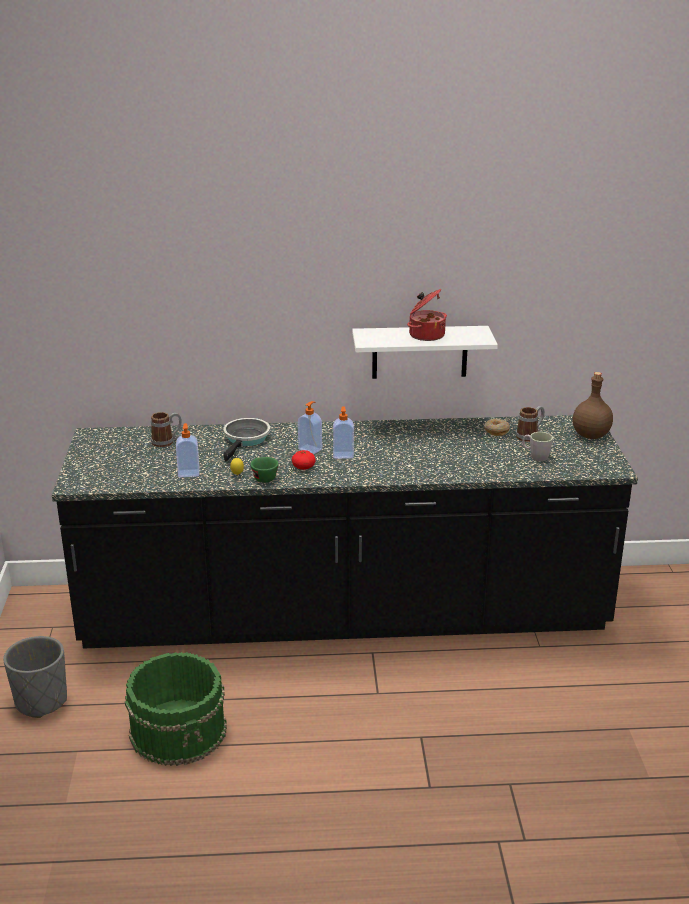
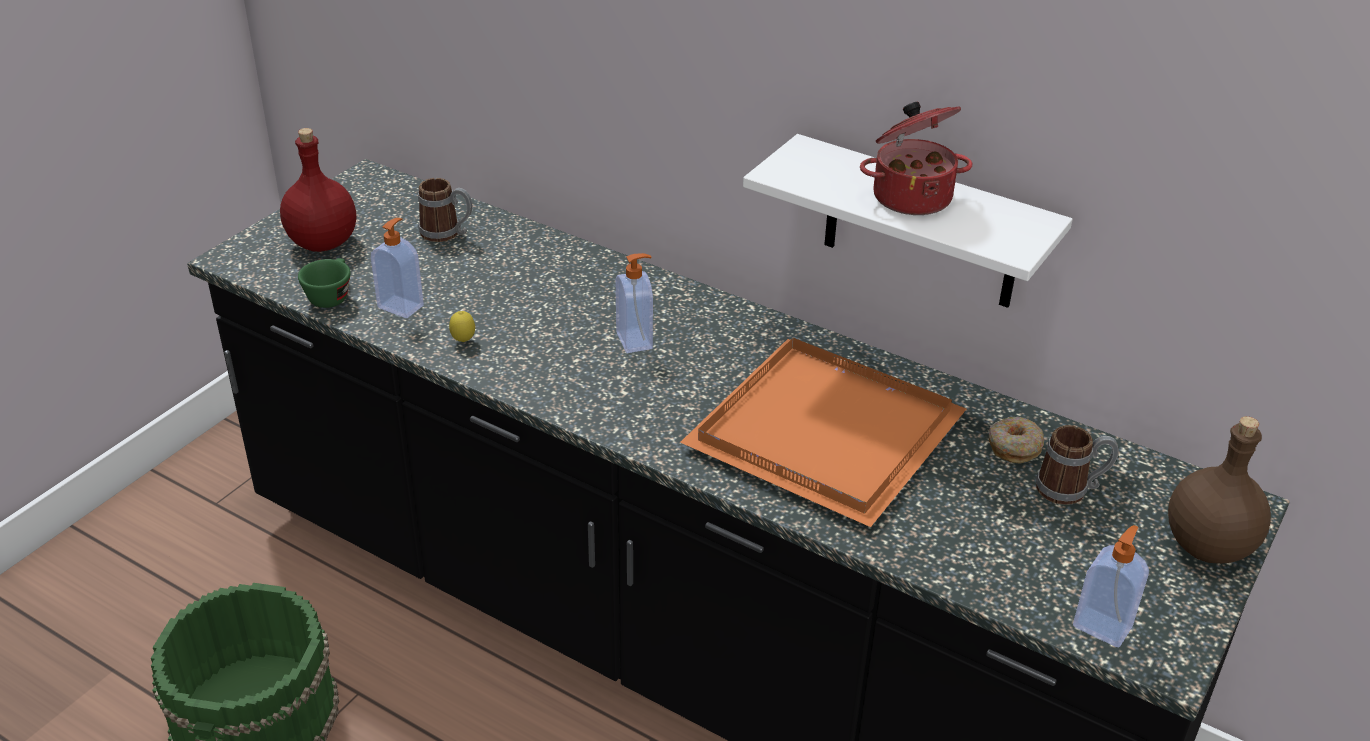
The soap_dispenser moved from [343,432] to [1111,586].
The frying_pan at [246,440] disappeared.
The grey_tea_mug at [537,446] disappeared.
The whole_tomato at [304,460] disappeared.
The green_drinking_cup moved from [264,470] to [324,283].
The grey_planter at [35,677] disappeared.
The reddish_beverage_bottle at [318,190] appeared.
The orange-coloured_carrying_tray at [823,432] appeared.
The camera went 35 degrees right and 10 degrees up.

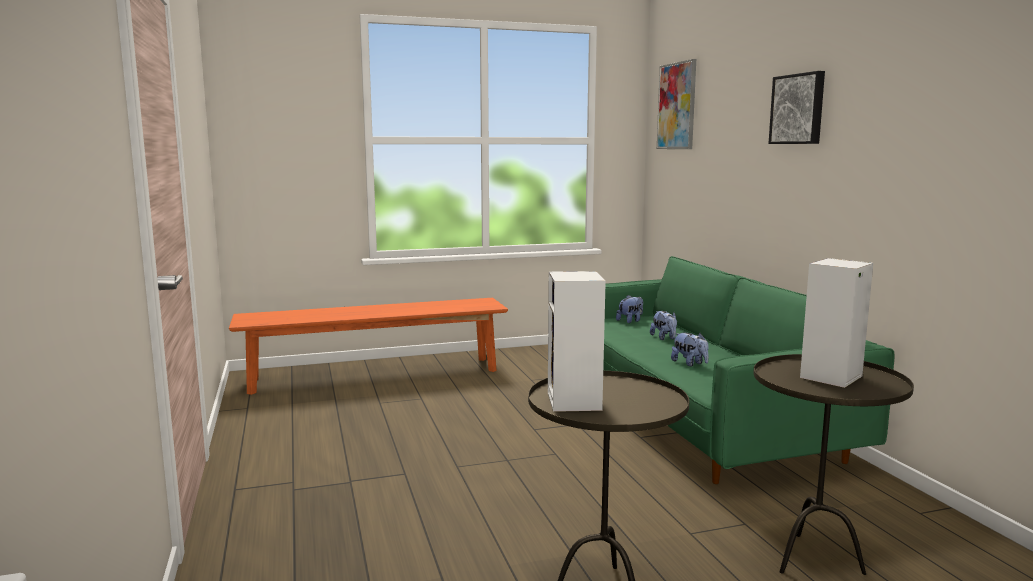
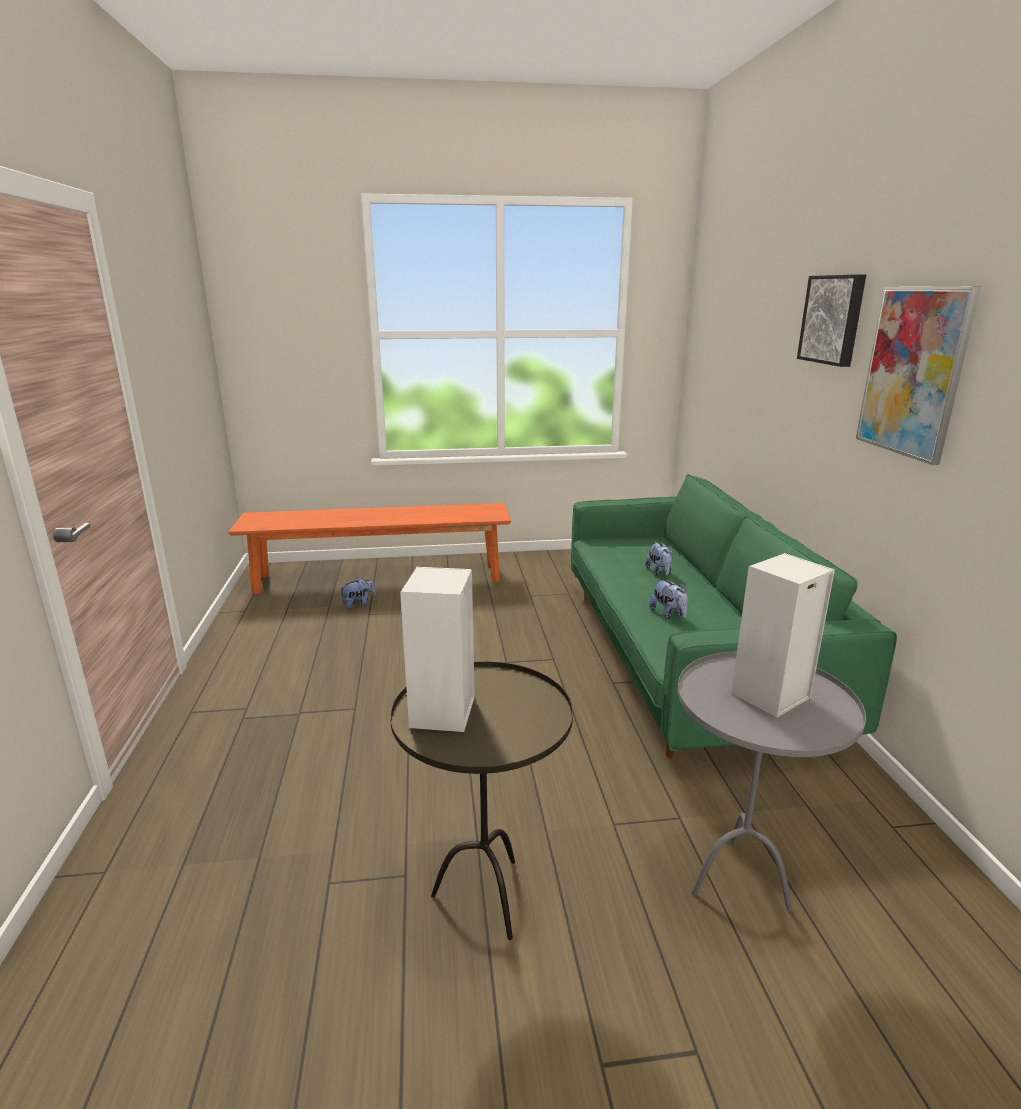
The wall_picture moved from [676,104] to [918,375].
The plush_toy moved from [629,309] to [358,593].
The brownish_side_table at [833,464] became the grey_side_table at [771,781].
The camera went 10 degrees right and 10 degrees up.

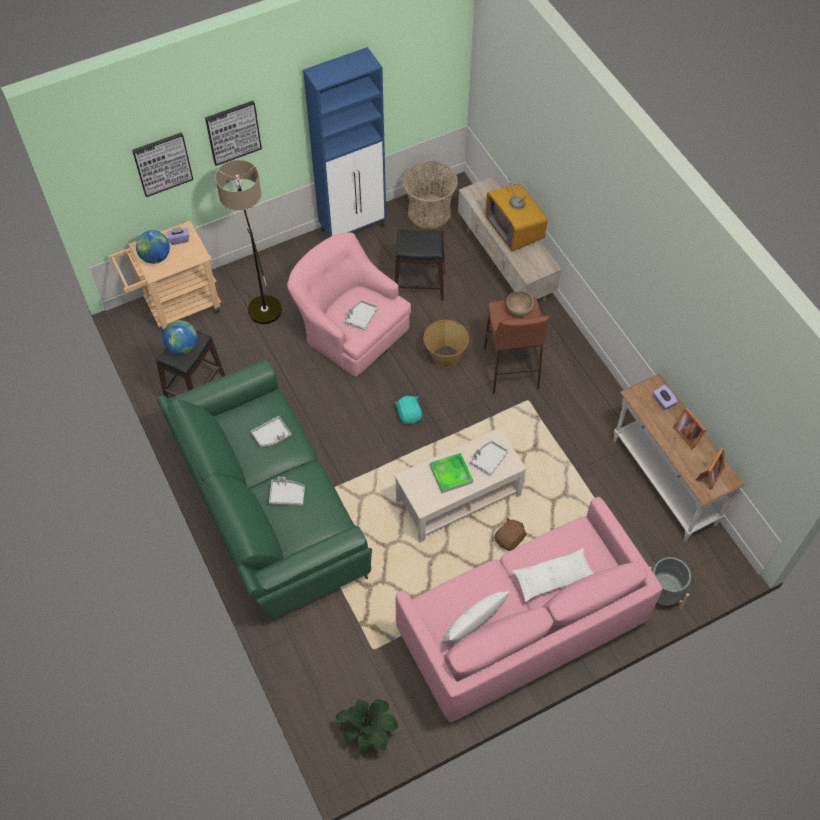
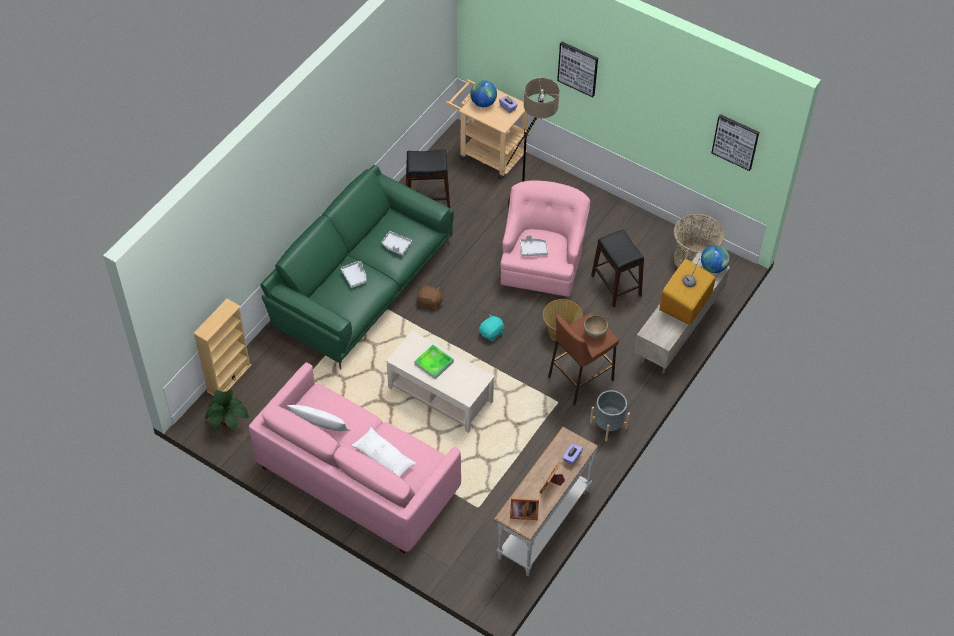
The blue-coloured_cupboard at [344,142] disappeared.
The wall_picture moved from [162,164] to [735,142].
The world_globe moved from [179,337] to [715,259].
The grey_carrying_tray at [489,458] disappeared.
The brownish_plush_toy moved from [510,534] to [430,298].
The grey_planter moved from [670,583] to [610,415].
The sand-coloured_shelving_unit at [222,347] appeared.
The camera went 60 degrees right and 5 degrees down.

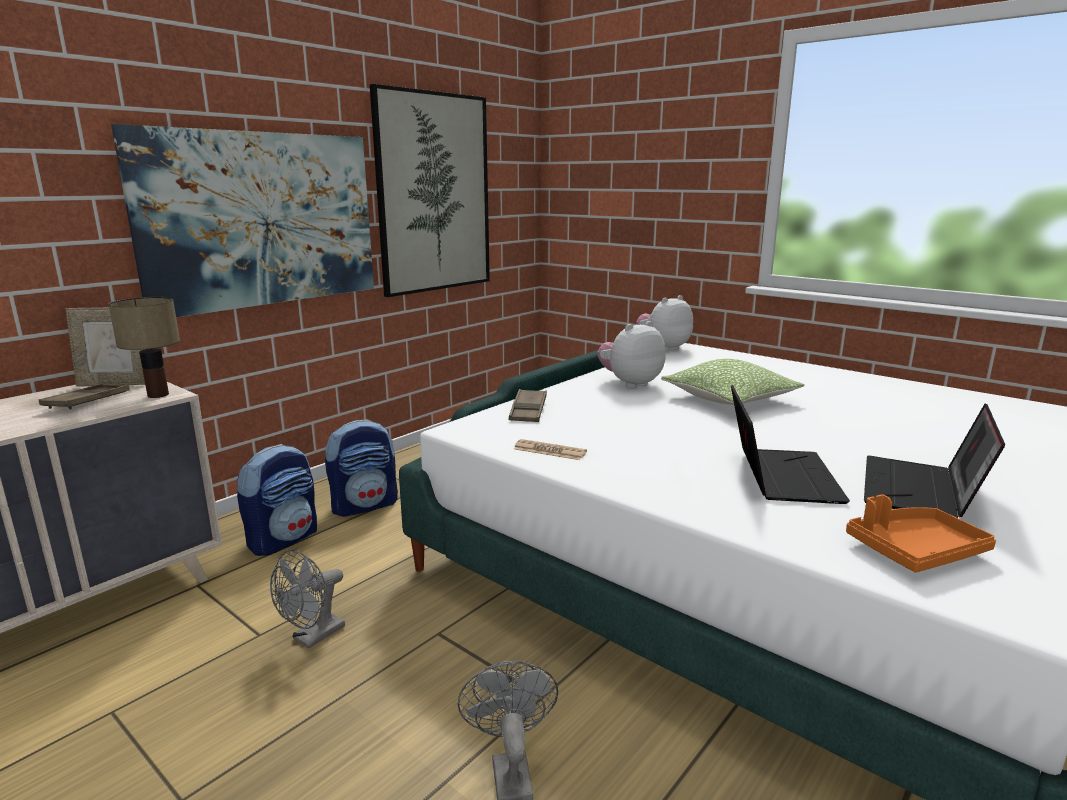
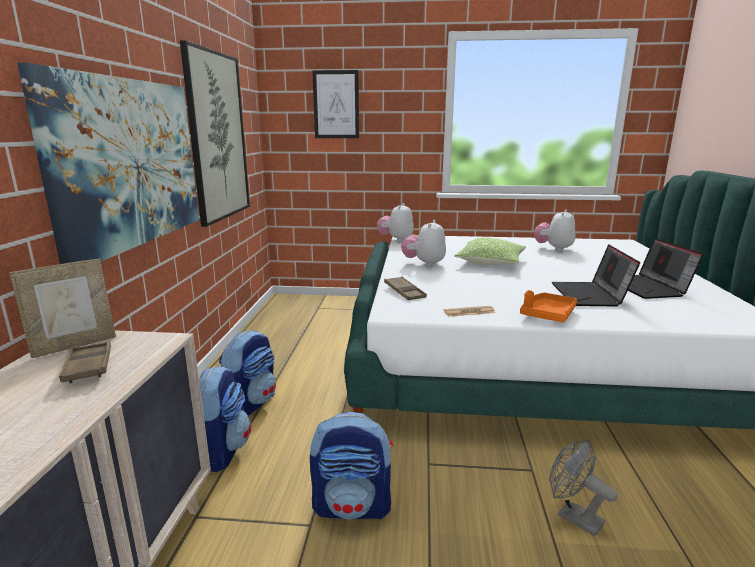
The table_lamp at [144,347] disappeared.
The laptop at [790,444] turned 150 degrees counterclockwise.
The orange-coloured_carrying_tray moved from [921,533] to [548,306].
The grey_electric_fan at [307,599] was replaced by the knapsack at [351,465].
The wall_picture at [335,104] appeared.
The plush_toy at [555,230] appeared.
The camera went 35 degrees left and 0 degrees up.

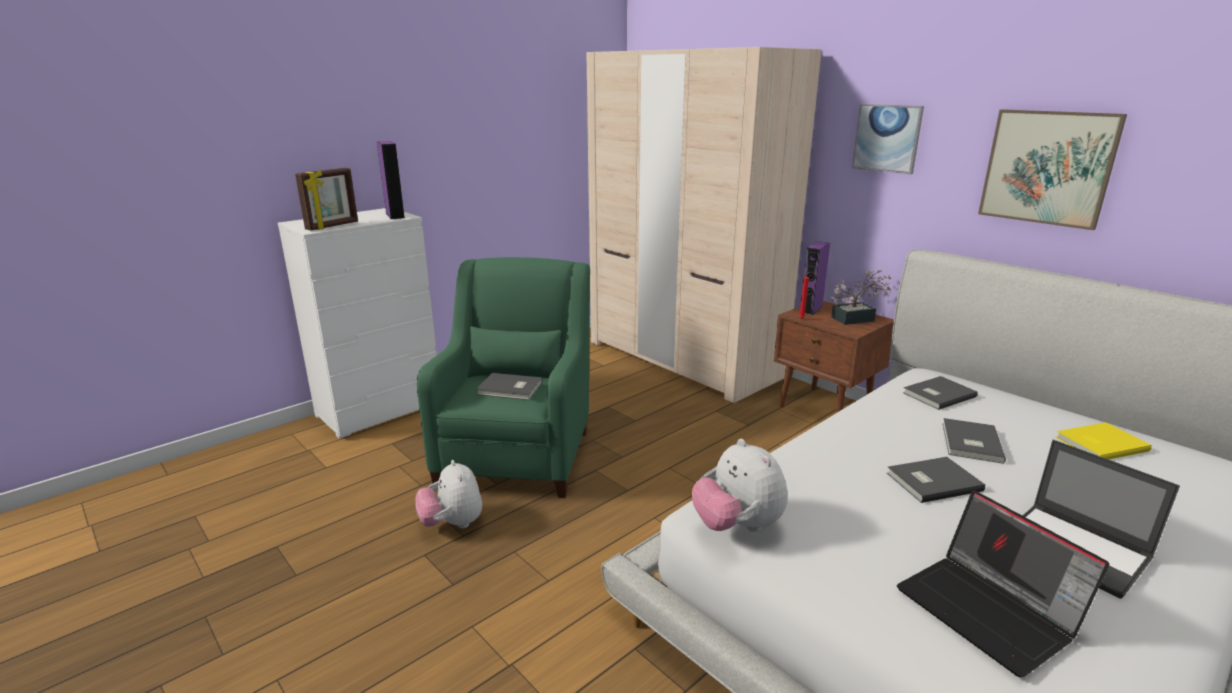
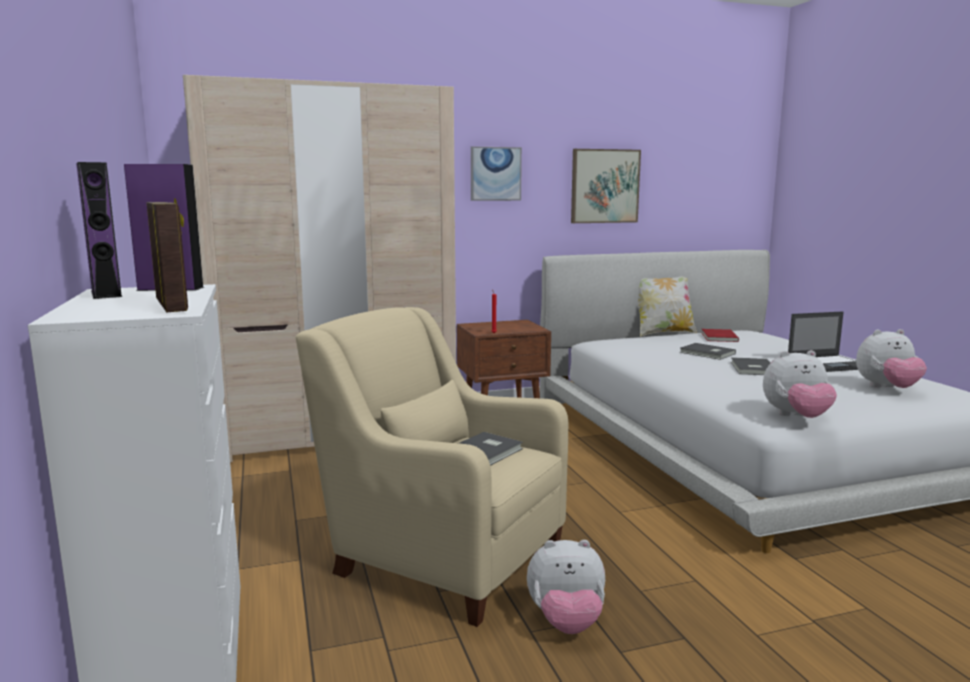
The purplish_speaker moved from [817,278] to [99,230].
The green_easy_chair at [503,377] became the sand-coloured_easy_chair at [432,467].
The plant_in_a_pot at [861,297] disappeared.
The grey_volume at [940,393] disappeared.
The yellow_volume at [1103,441] became the reddish_volume at [720,335].
The laptop at [1003,583] was replaced by the plush_toy at [891,358].
The pillow at [667,306] appeared.
The camera went 65 degrees left and 10 degrees down.

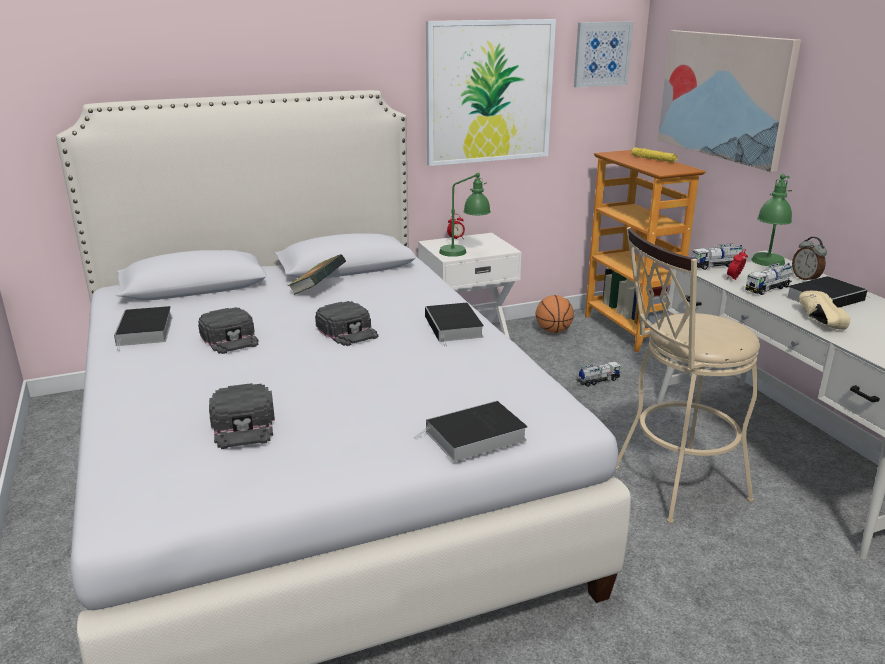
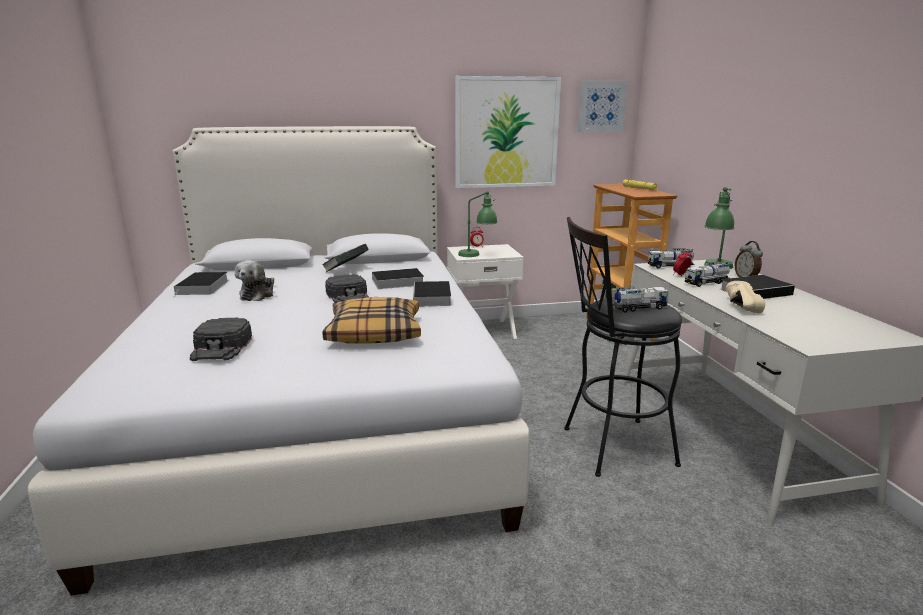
The wall_picture at [729,101] disappeared.
The sand-coloured_stool at [688,375] became the black-coloured_stool at [623,347].
The ball_for_basketball at [554,314] disappeared.
The black-coloured_baseball_cap at [228,330] was replaced by the plush_toy at [254,280].
The toy_truck moved from [599,374] to [640,299].
The volume moved from [471,431] to [396,278].
The pillow at [371,320] appeared.
The camera went 10 degrees right and 5 degrees down.

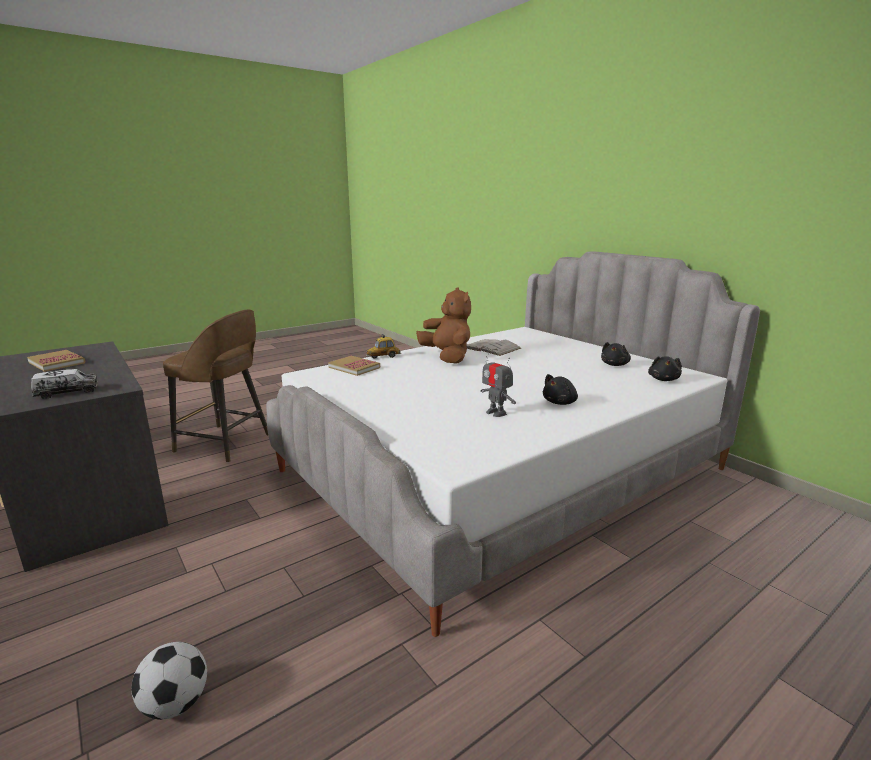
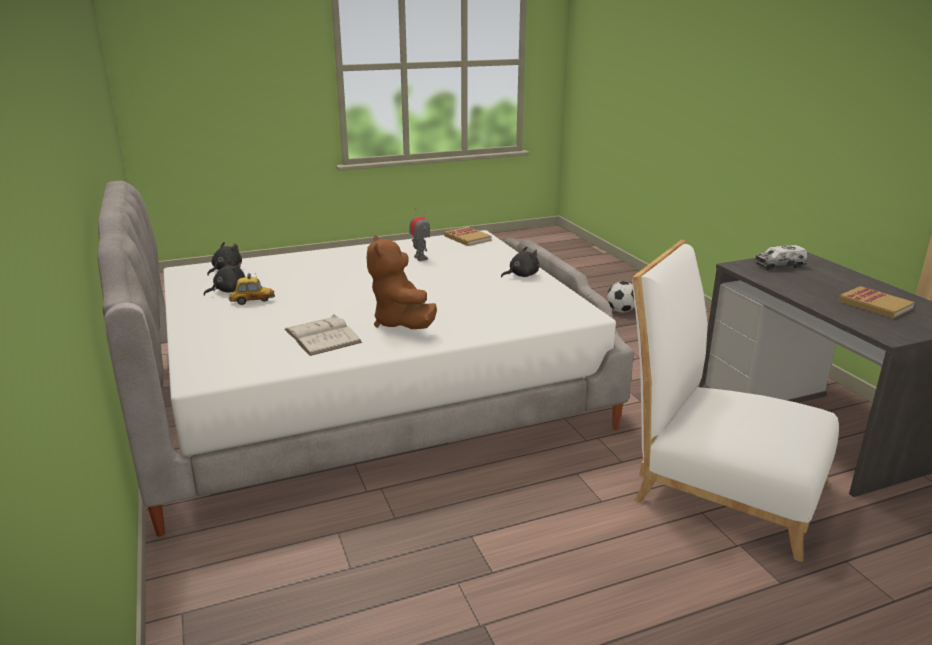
The brownish_stool at [215,386] was replaced by the white_plain_chair at [735,401].
The miniature_car moved from [383,346] to [252,289].
The volume moved from [354,366] to [468,236].
The black-coloured_plush_toy moved from [560,389] to [520,262].
The camera went 165 degrees left and 5 degrees up.

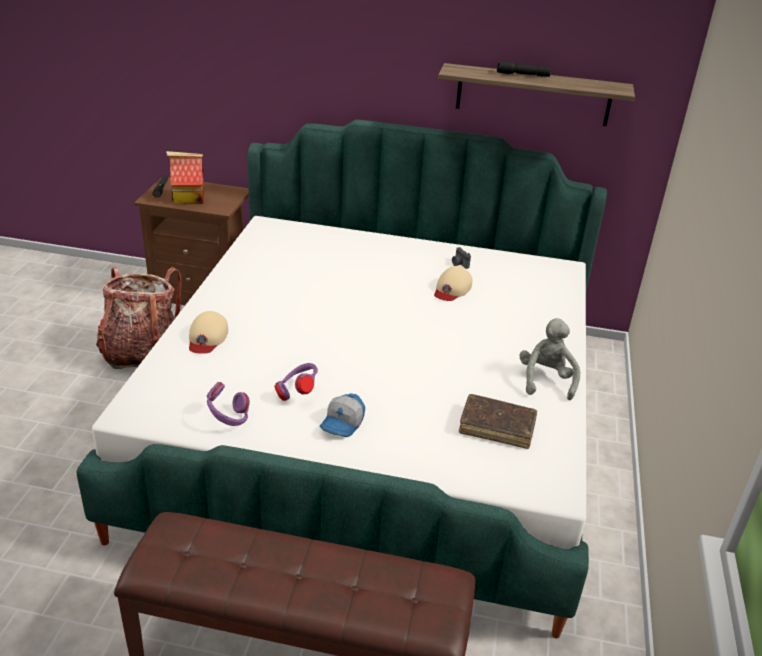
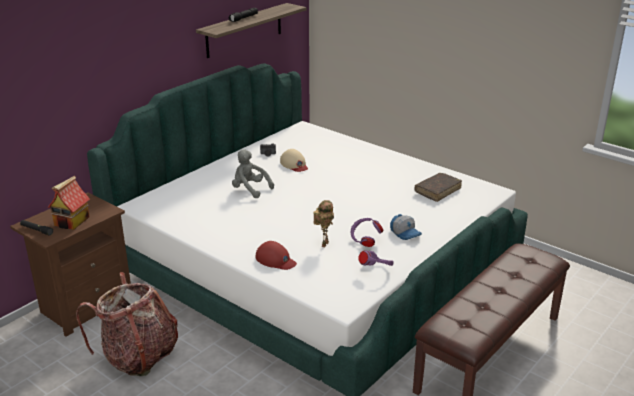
The sand-coloured_baseball_cap at [208,332] became the reddish_baseball_cap at [276,255].
The grey_plush_toy moved from [549,359] to [253,173].
The toy_robot at [323,223] appeared.
The camera went 60 degrees left and 5 degrees down.

